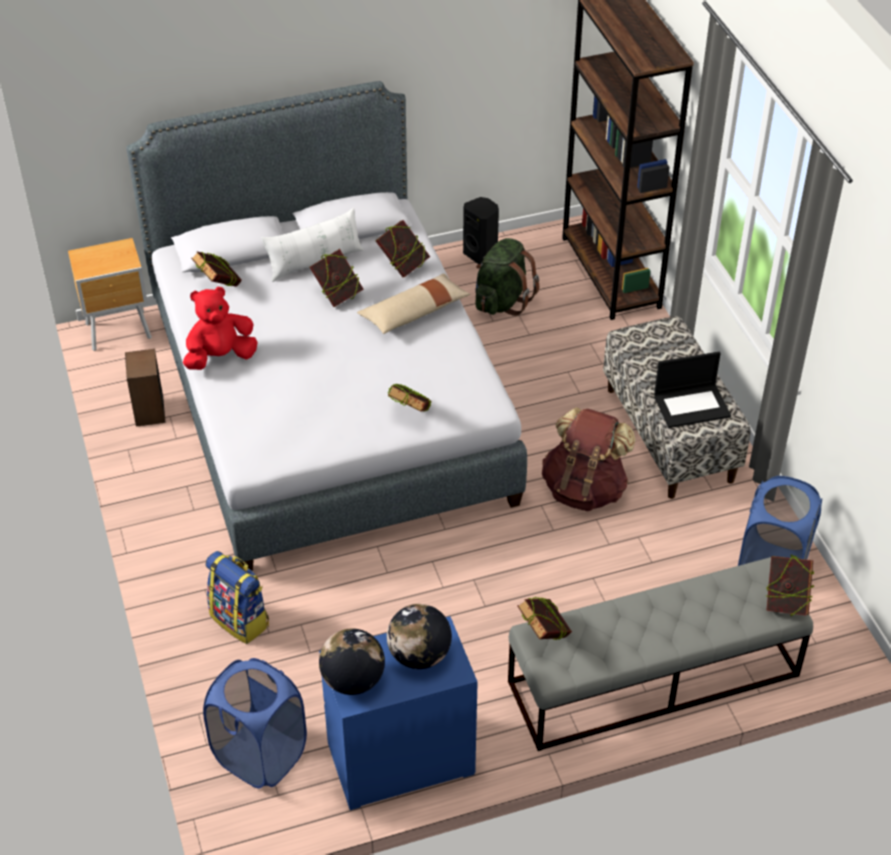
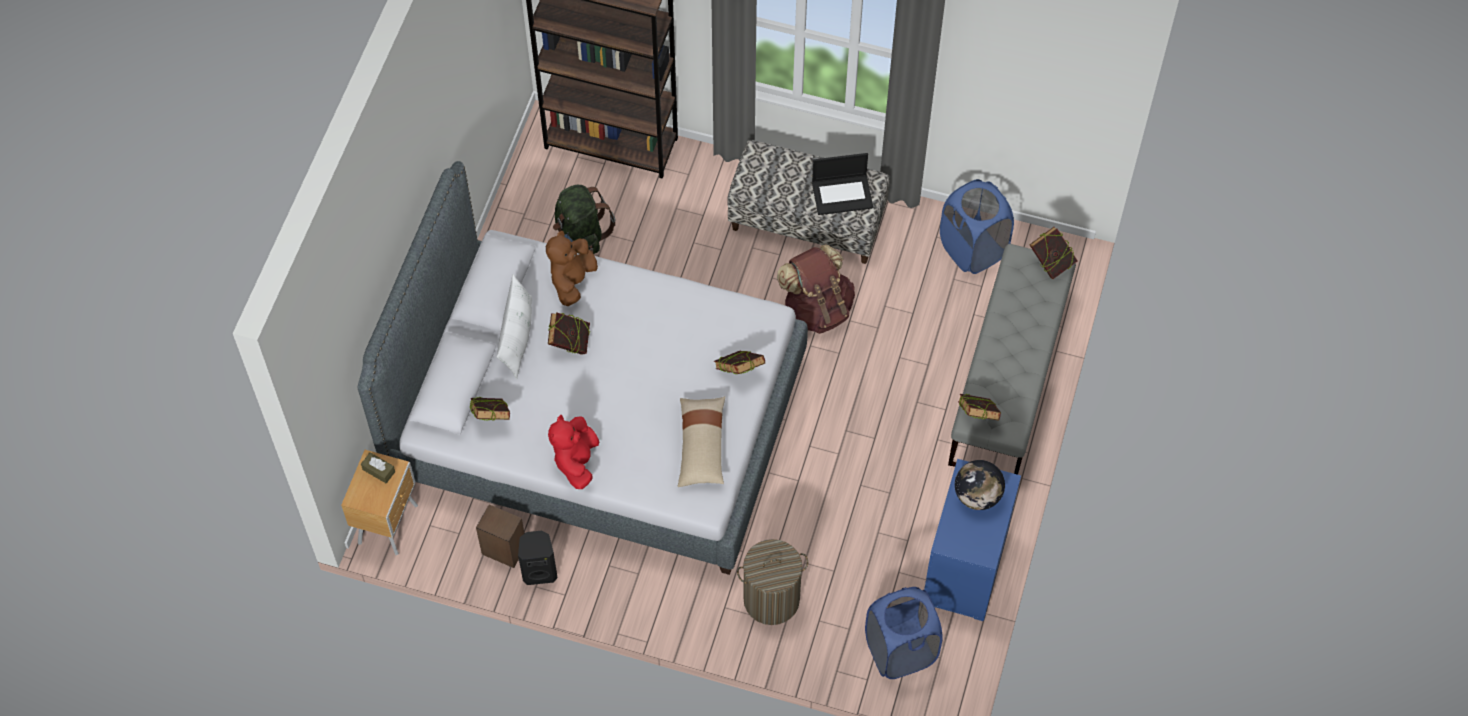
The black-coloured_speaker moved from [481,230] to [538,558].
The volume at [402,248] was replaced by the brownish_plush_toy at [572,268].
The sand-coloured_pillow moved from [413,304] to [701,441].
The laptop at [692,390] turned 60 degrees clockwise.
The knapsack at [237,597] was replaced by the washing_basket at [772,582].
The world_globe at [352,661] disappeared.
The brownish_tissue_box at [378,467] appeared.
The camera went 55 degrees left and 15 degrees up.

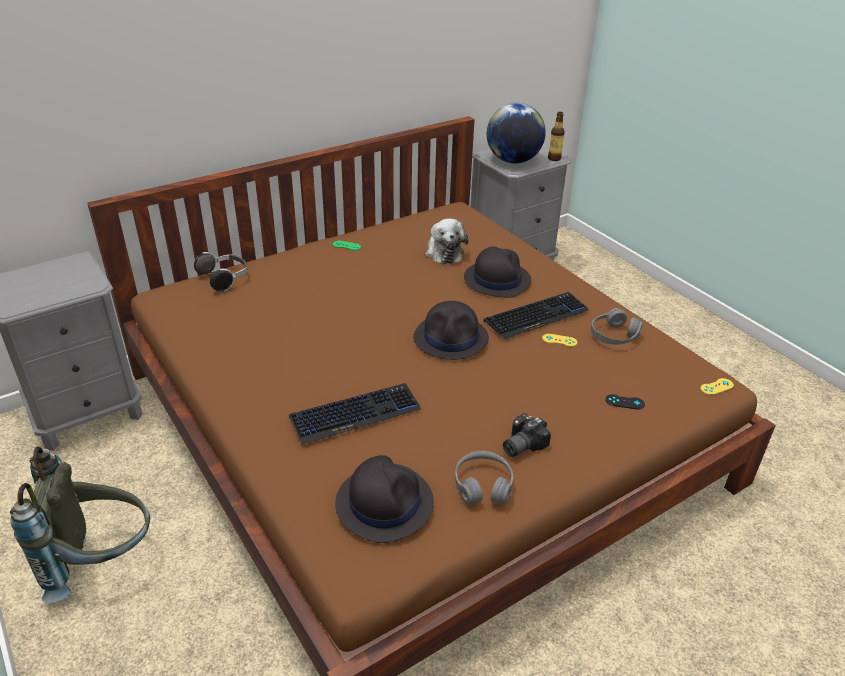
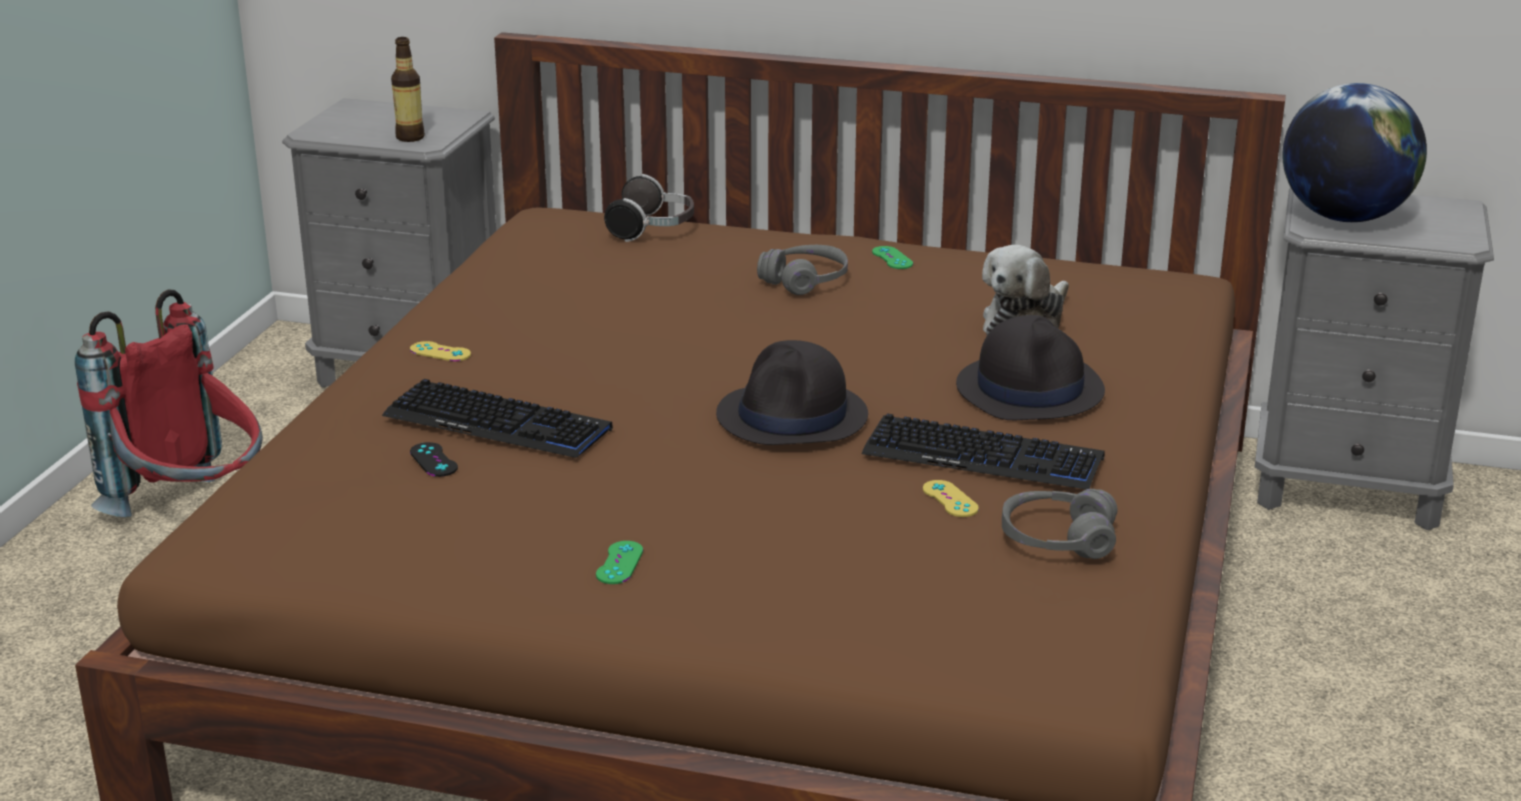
The beverage_bottle moved from [556,136] to [408,89].
The yellow_joypad moved from [717,386] to [440,351].
The black-coloured_joypad moved from [625,402] to [434,459].
The still_camera at [527,435] was replaced by the green_joypad at [619,562].
The grey_knapsack at [80,524] became the reddish_knapsack at [169,403].
The grey_headset moved from [484,477] to [802,270].
The black-coloured_clothing_hat at [384,499] disappeared.
The camera went 50 degrees right and 10 degrees down.

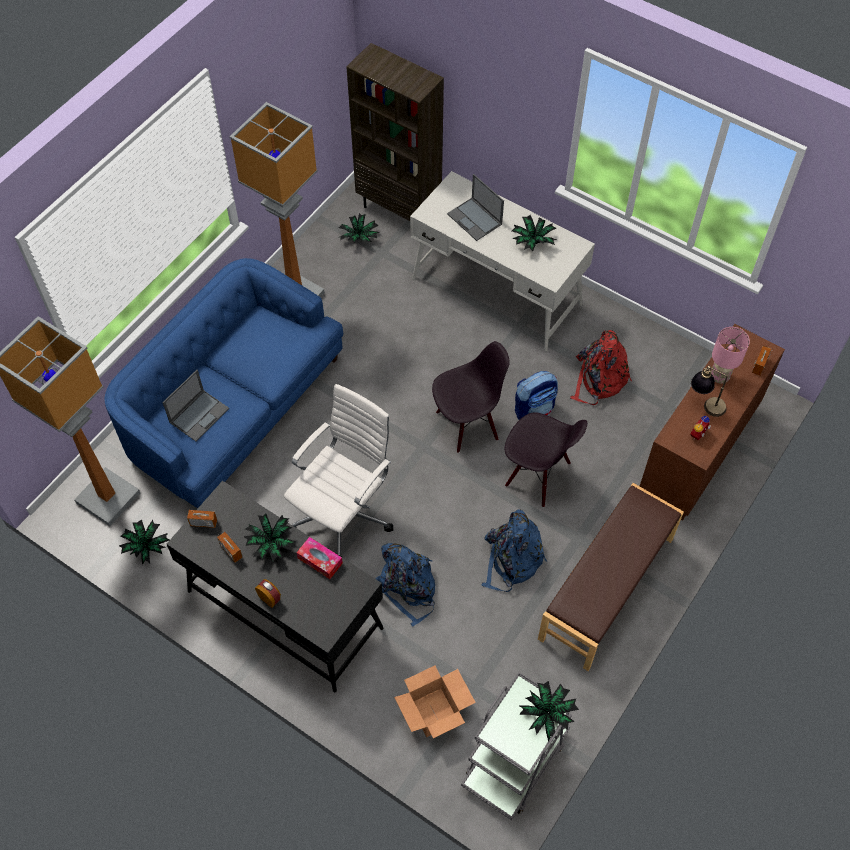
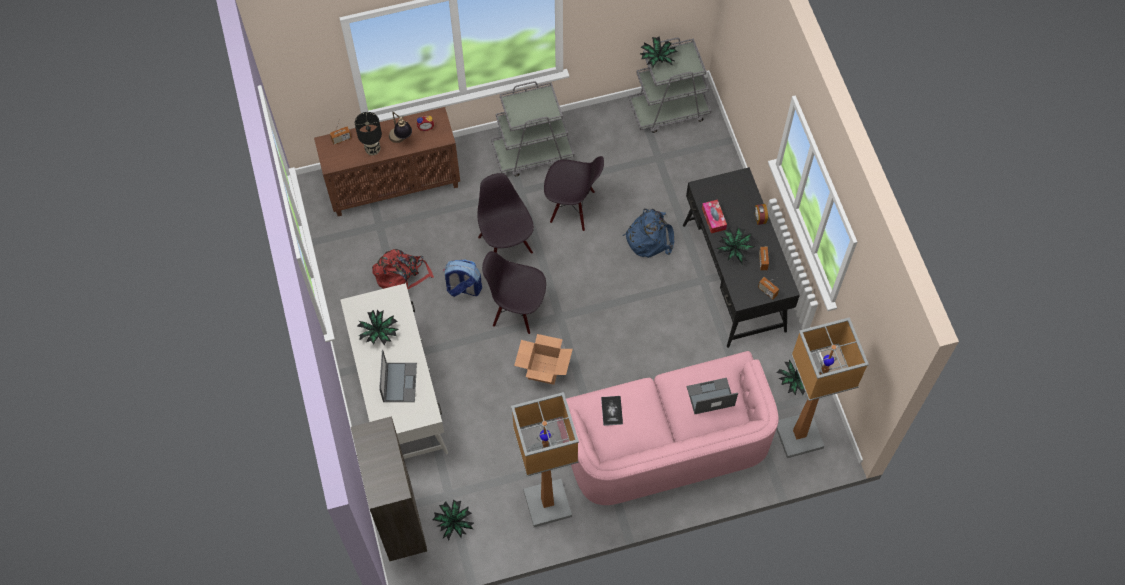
The blue-coloured_settee at [224,383] became the pink-coloured_settee at [667,428].
The pink-coloured_table_lamp at [730,355] became the black-coloured_table_lamp at [368,133].
The white_computer_chair at [338,471] disappeared.
The brownish_indoor_bench at [611,577] was replaced by the grey_trolley at [532,128].
The blue-coloured_knapsack at [514,550] was replaced by the black-coloured_plain_chair at [574,193].
The cardboard_box moved from [435,702] to [543,359].
The volume at [612,411] appeared.
The camera went 140 degrees left and 5 degrees up.

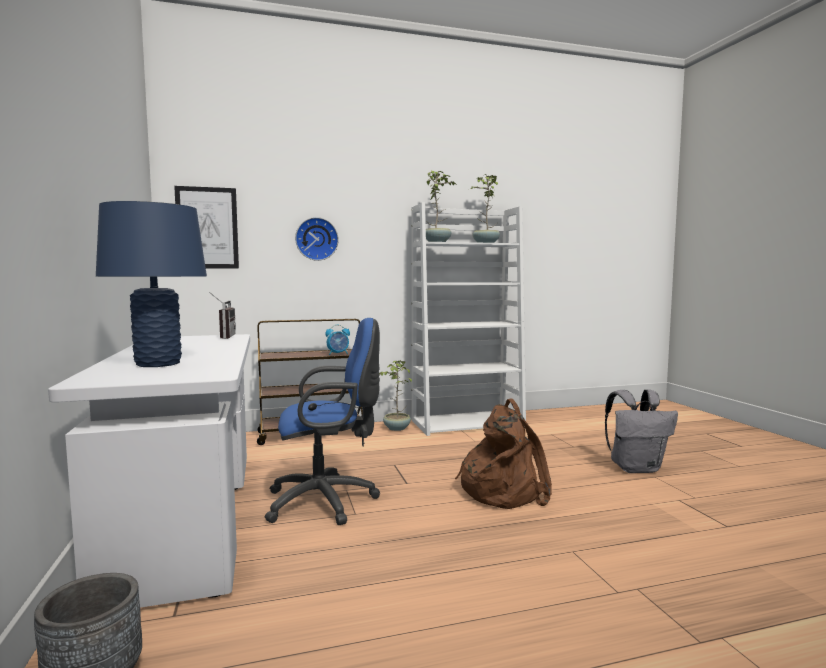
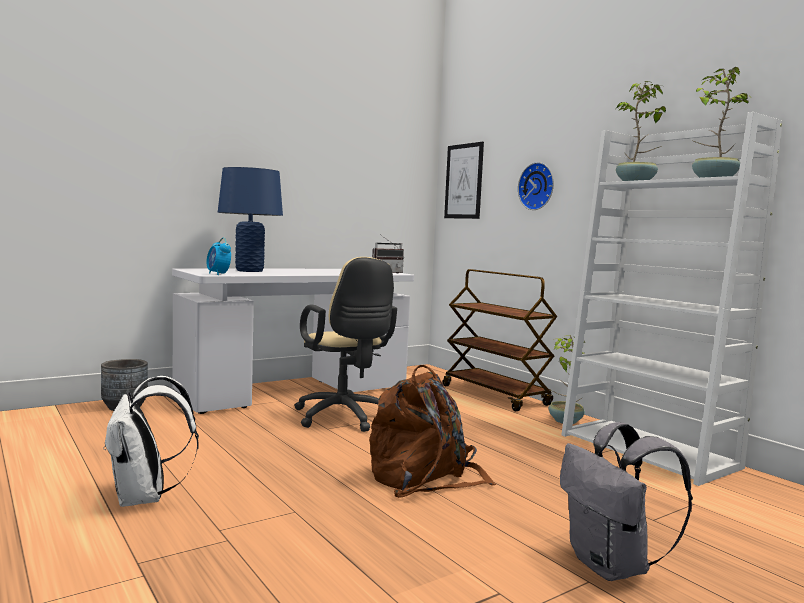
The blue-coloured_computer_chair at [322,421] became the sand-coloured_computer_chair at [345,344].
The table_clock moved from [337,340] to [219,256].
The white_knapsack at [151,441] appeared.
The camera went 70 degrees right and 0 degrees up.

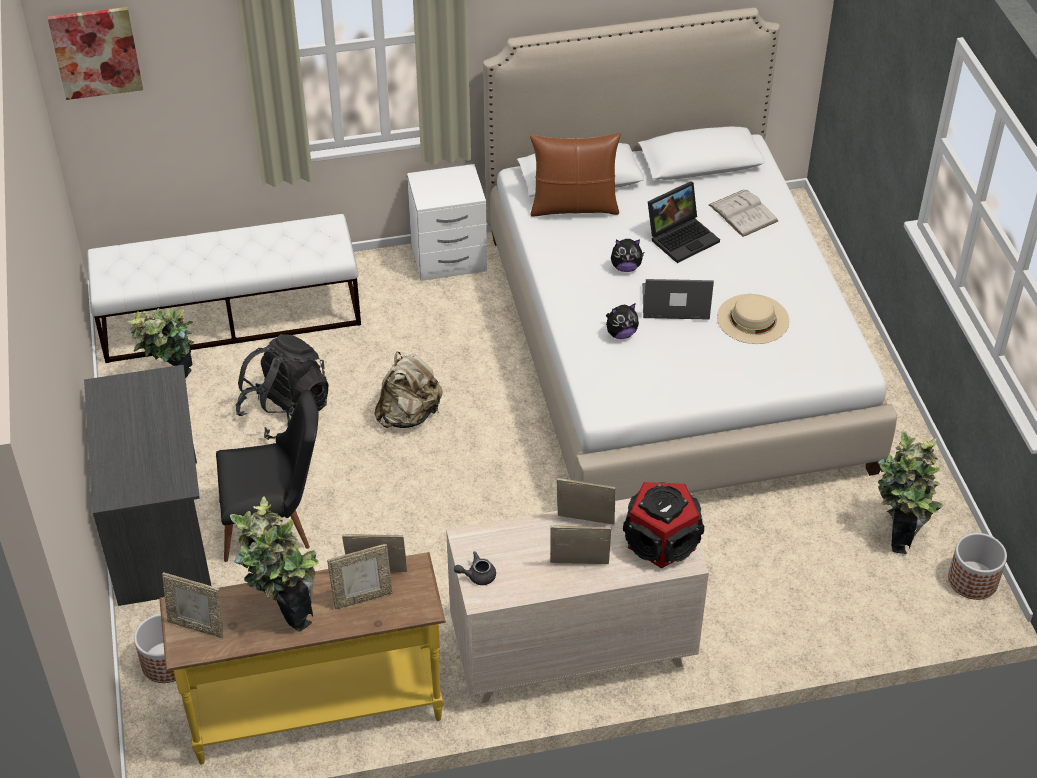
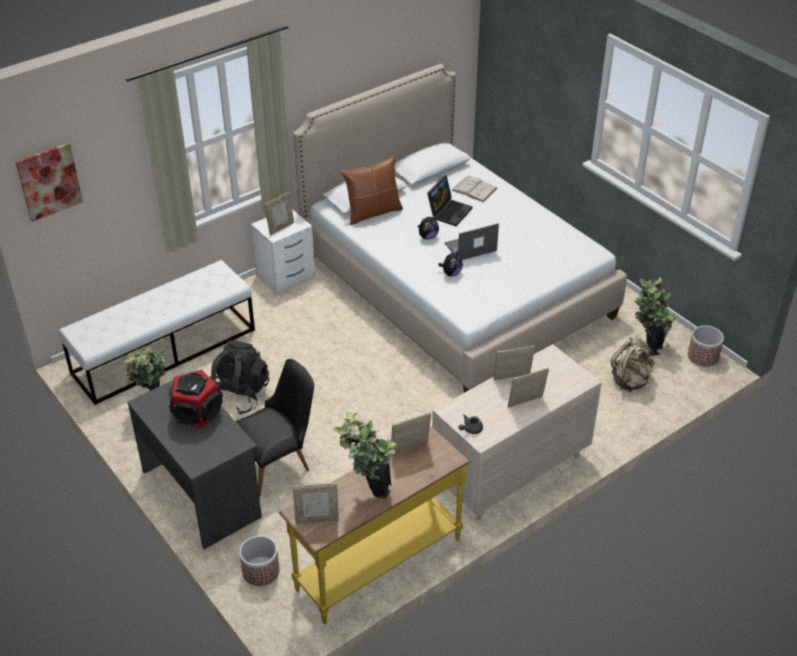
The sand-coloured_clothing_hat at [753,319] disappeared.
The sand-coloured_knapsack moved from [408,390] to [632,364].
The speaker moved from [663,525] to [196,399].
The picture_frame moved from [360,576] to [279,213].
The camera went 25 degrees left and 5 degrees down.

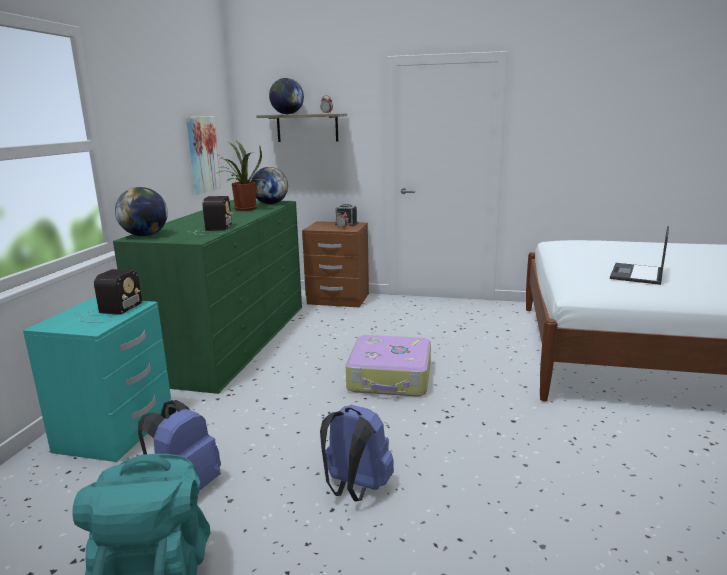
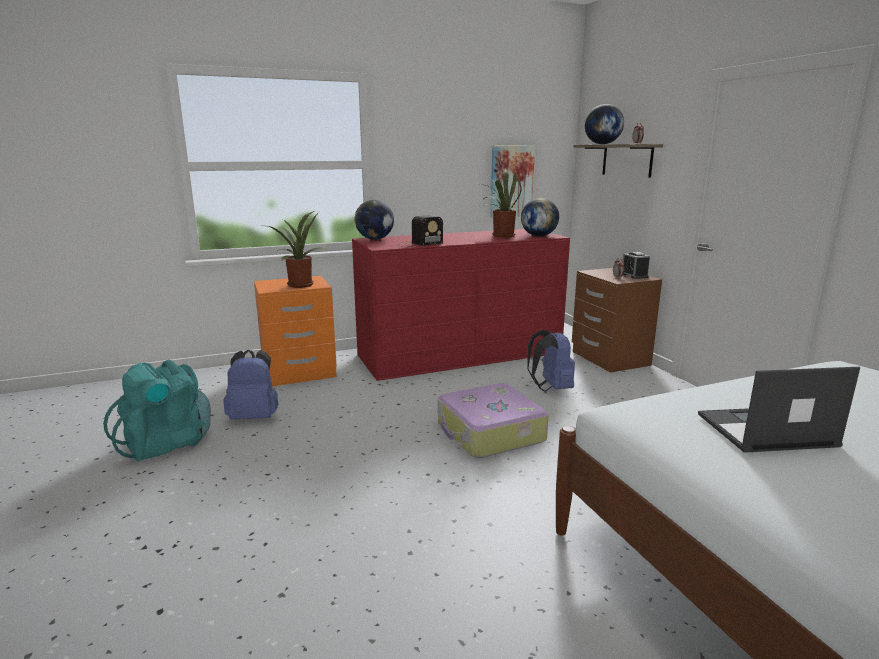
The green_dresser at [207,297] became the reddish_dresser at [461,305].
The radio at [109,296] was replaced by the plant_in_a_pot at [296,249].
The turquoise-coloured_night_table at [97,380] became the orange-coloured_night_table at [295,331].
The blue-coloured_knapsack moved from [357,453] to [551,360].
The camera went 55 degrees right and 0 degrees up.

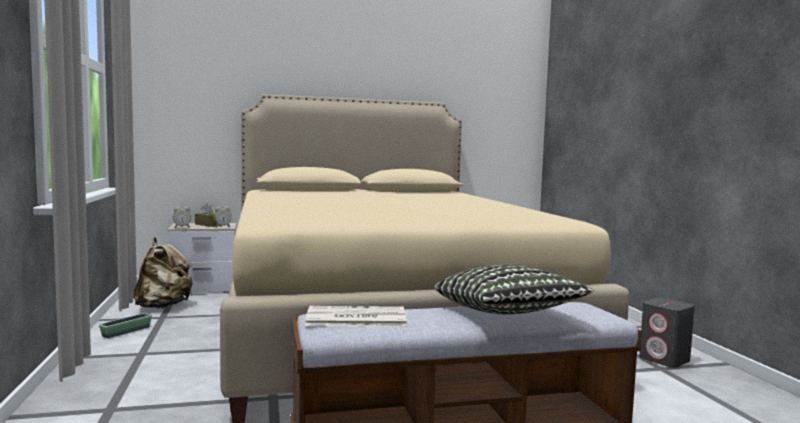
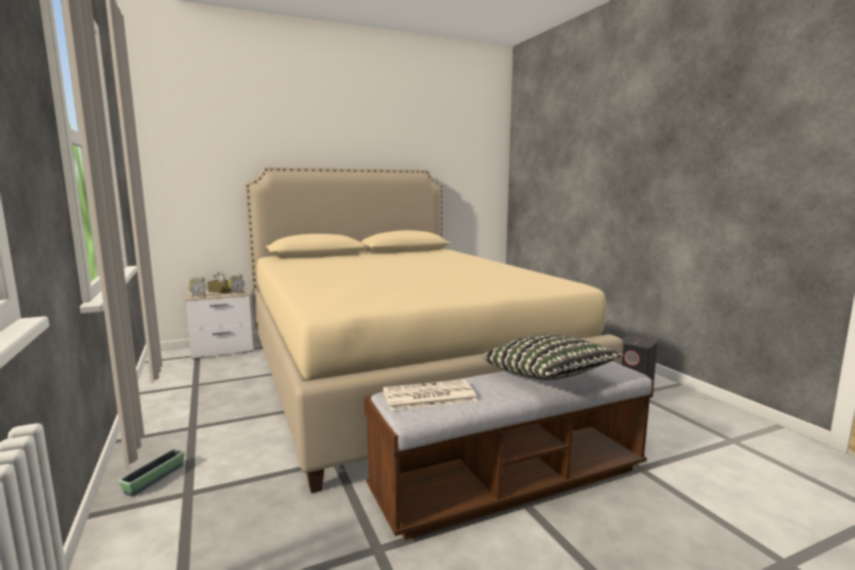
The sand-coloured_knapsack at [163,272] disappeared.
The planter moved from [125,325] to [151,472].
The camera went 10 degrees left and 5 degrees up.

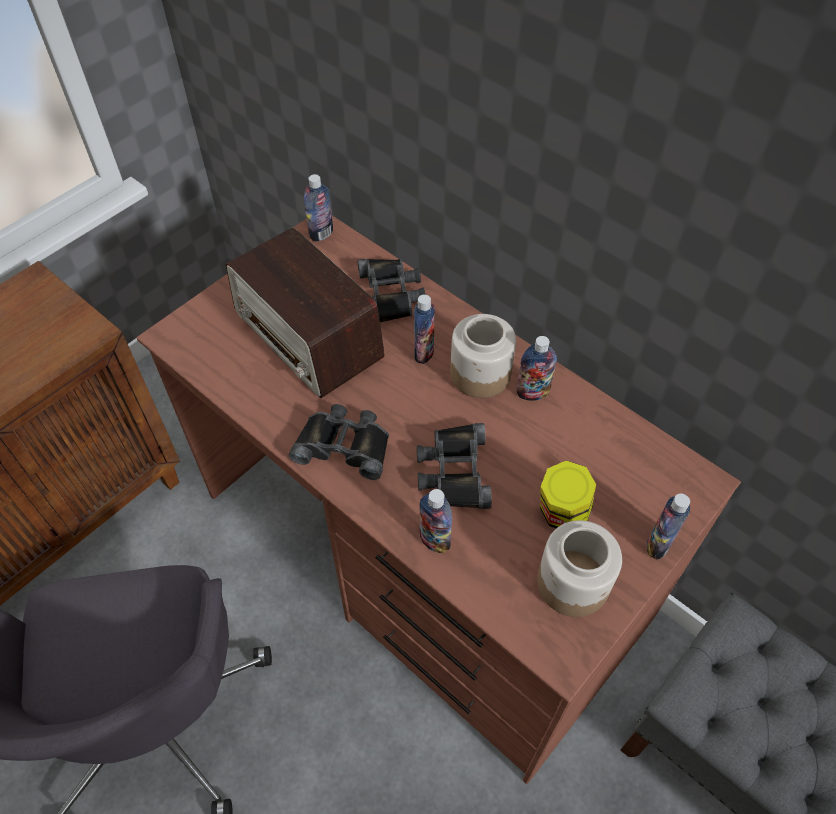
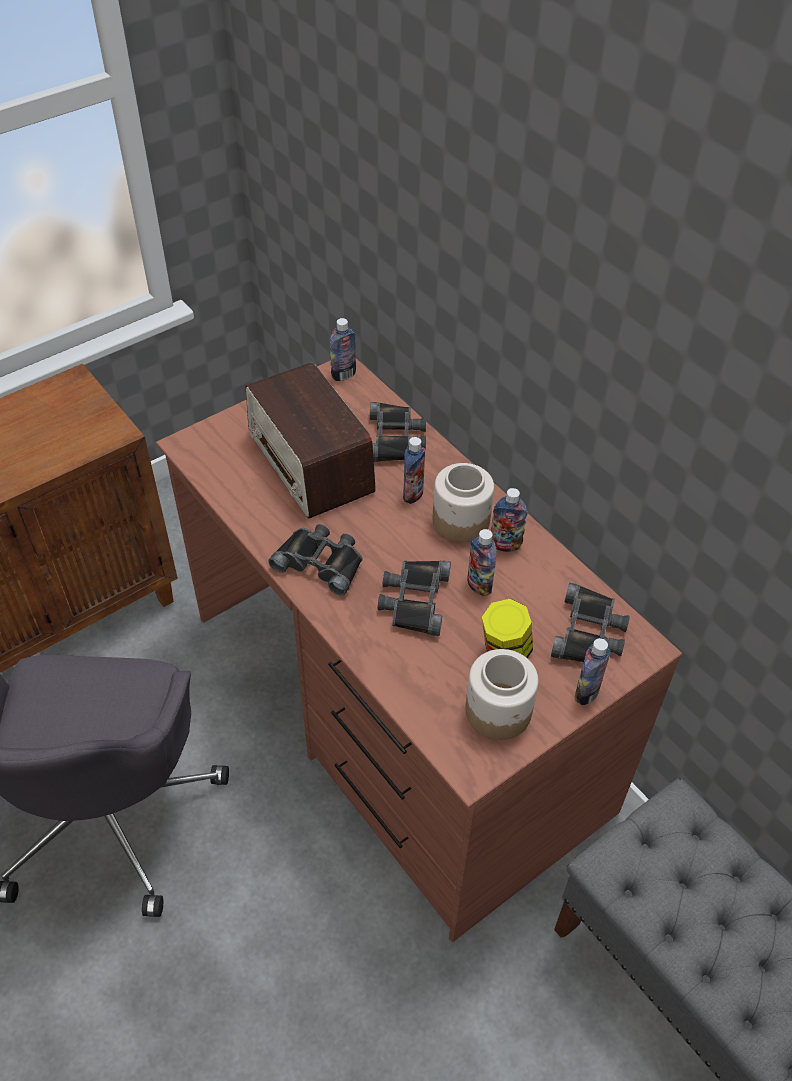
The beverage_bottle moved from [435,521] to [482,562].
The black-coloured_binoculars at [590,622] appeared.
The camera went 10 degrees right and 5 degrees down.

